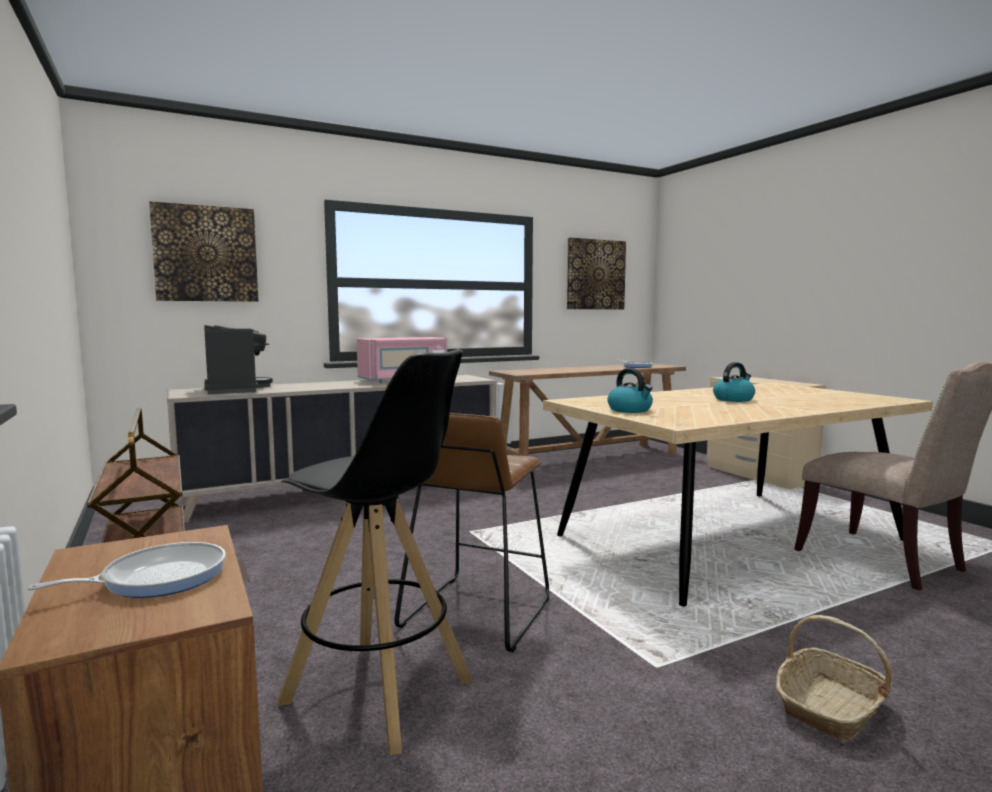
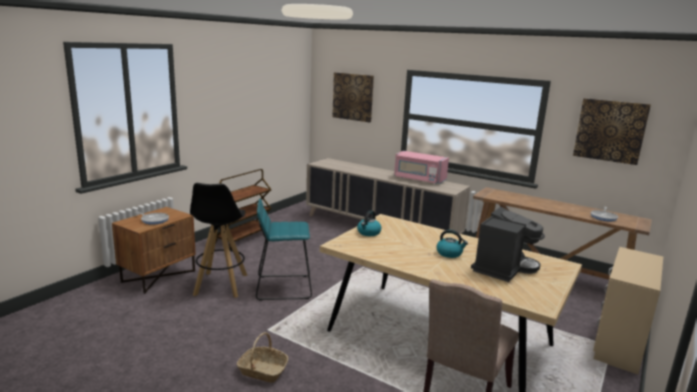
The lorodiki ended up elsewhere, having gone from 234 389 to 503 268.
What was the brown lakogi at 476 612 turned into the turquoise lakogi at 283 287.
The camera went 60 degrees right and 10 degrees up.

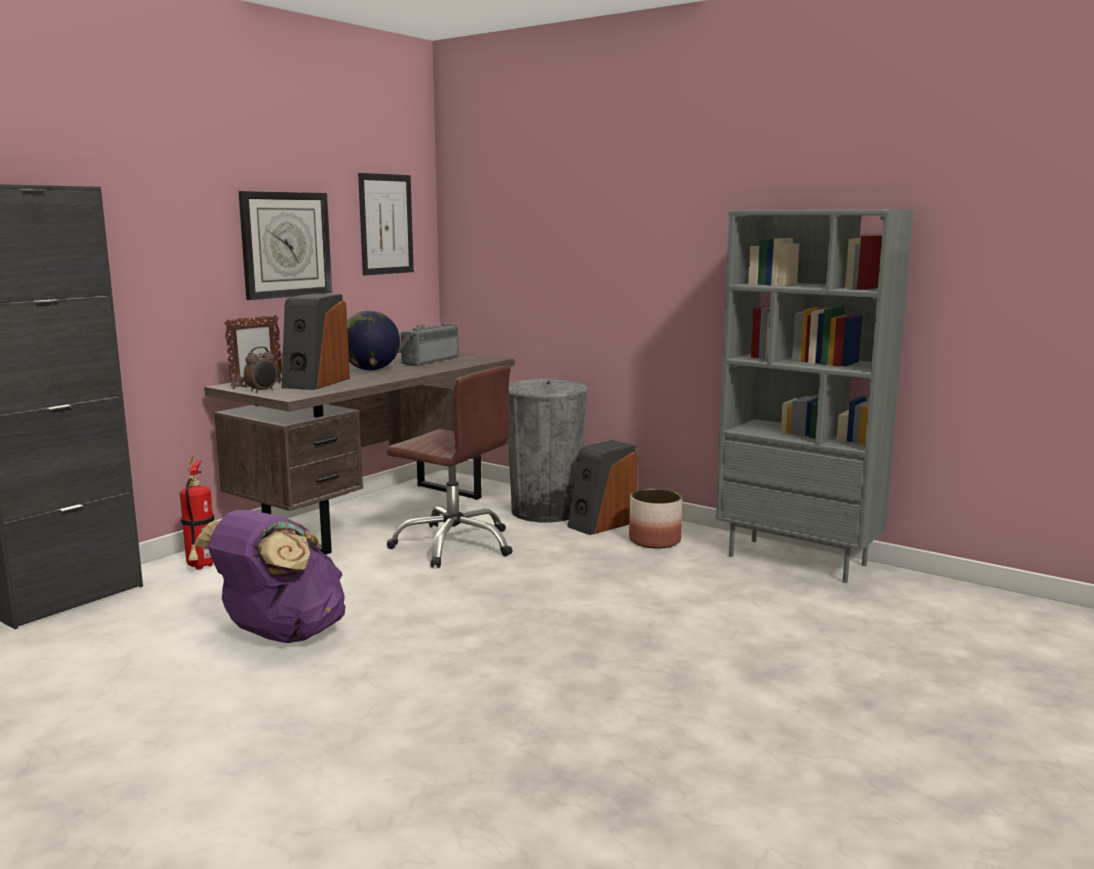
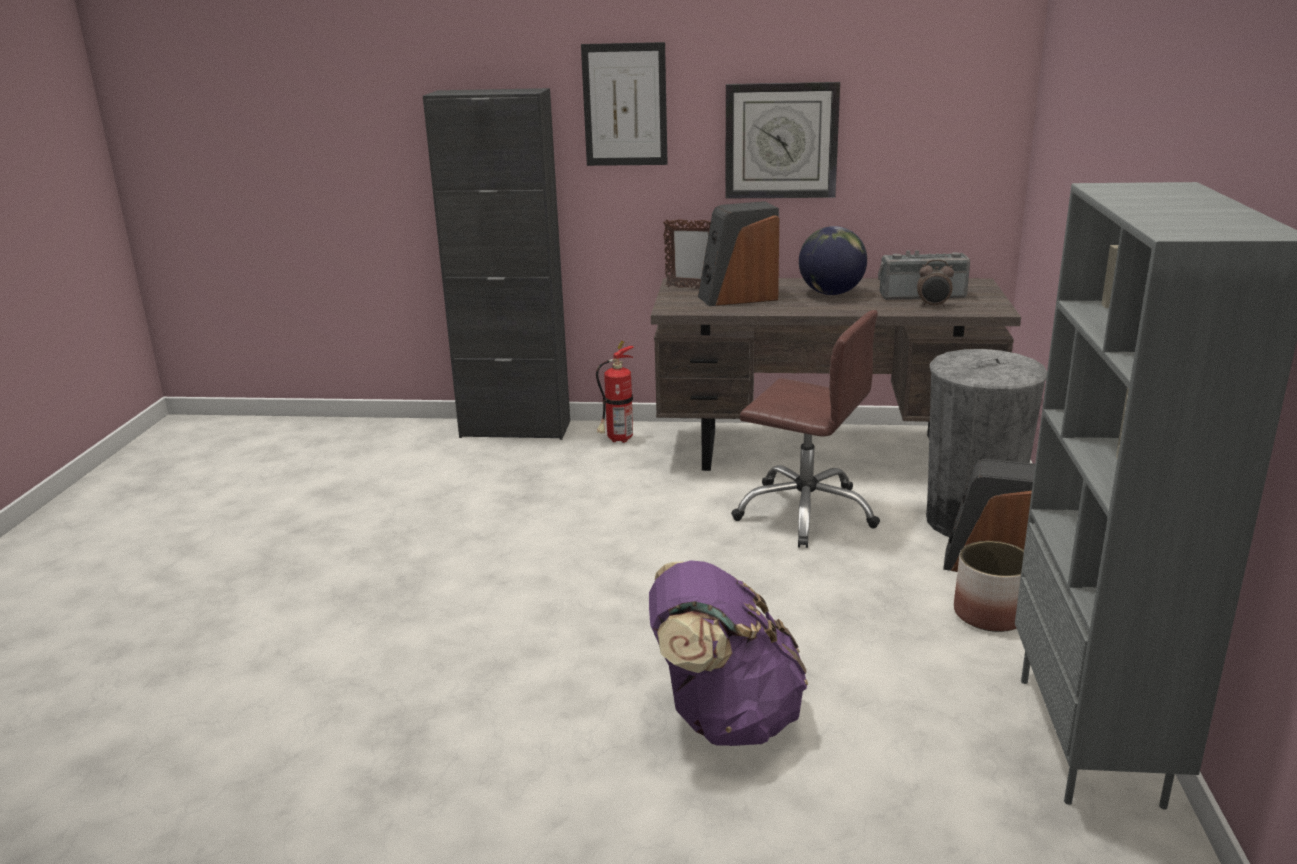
The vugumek ended up elsewhere, having gone from 386 224 to 625 105.
The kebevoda ended up elsewhere, having gone from 262 391 to 933 306.
The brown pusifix at 454 544 ended up facing another way, 60 degrees counterclockwise from before.
The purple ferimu ended up elsewhere, having gone from 280 635 to 724 718.
The camera went 60 degrees right and 10 degrees up.

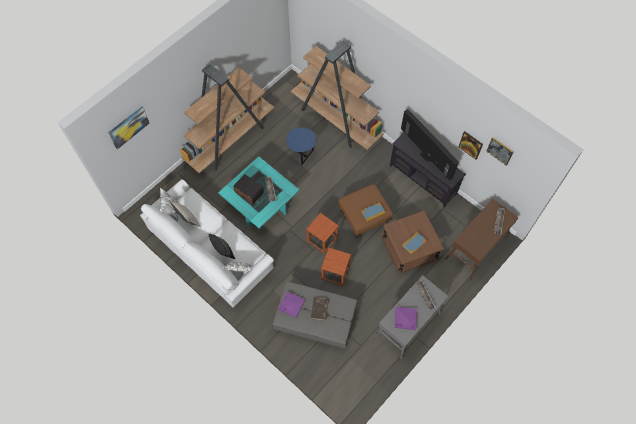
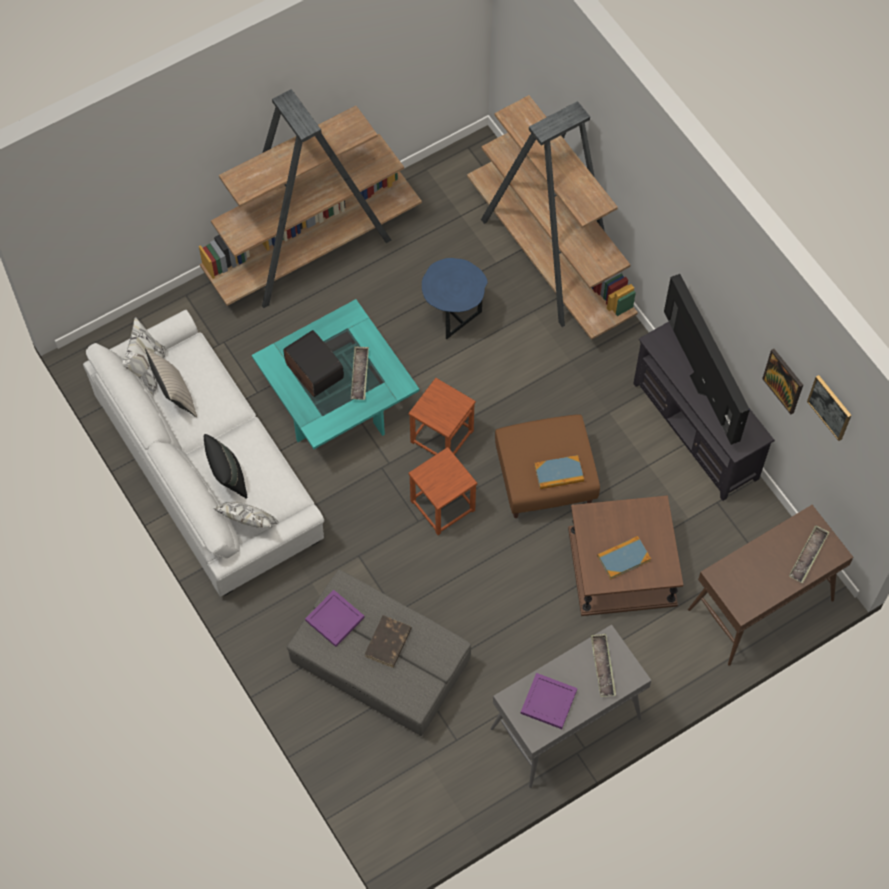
The second view lost the vugumek at 128 127.
The brown lakogi ended up elsewhere, having gone from 335 272 to 441 436.
The camera went 15 degrees right and 0 degrees up.

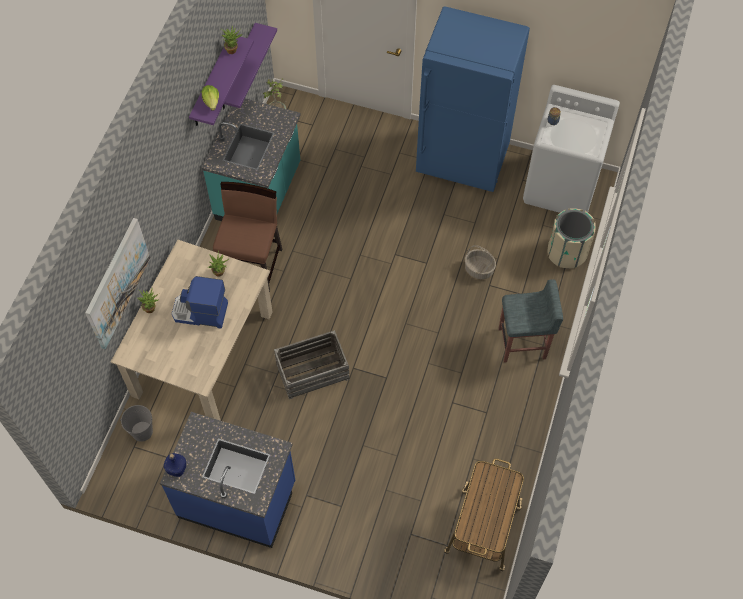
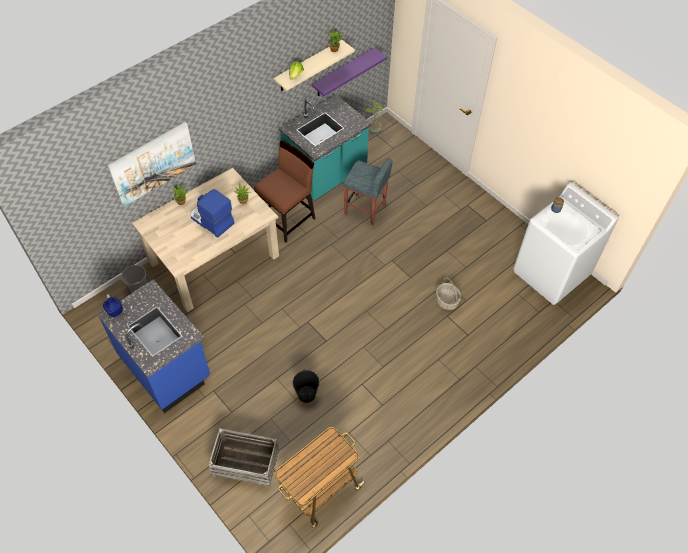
The second view lost the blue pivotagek at 462 162.
What was the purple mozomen at 211 83 turned into the beige mozomen at 308 66.
The second view lost the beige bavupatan at 567 253.
The grey lakogi ended up elsewhere, having gone from 523 343 to 365 210.
The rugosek ended up elsewhere, having gone from 312 372 to 245 463.
The second view gained the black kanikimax at 306 394.
The camera went 30 degrees right and 5 degrees down.

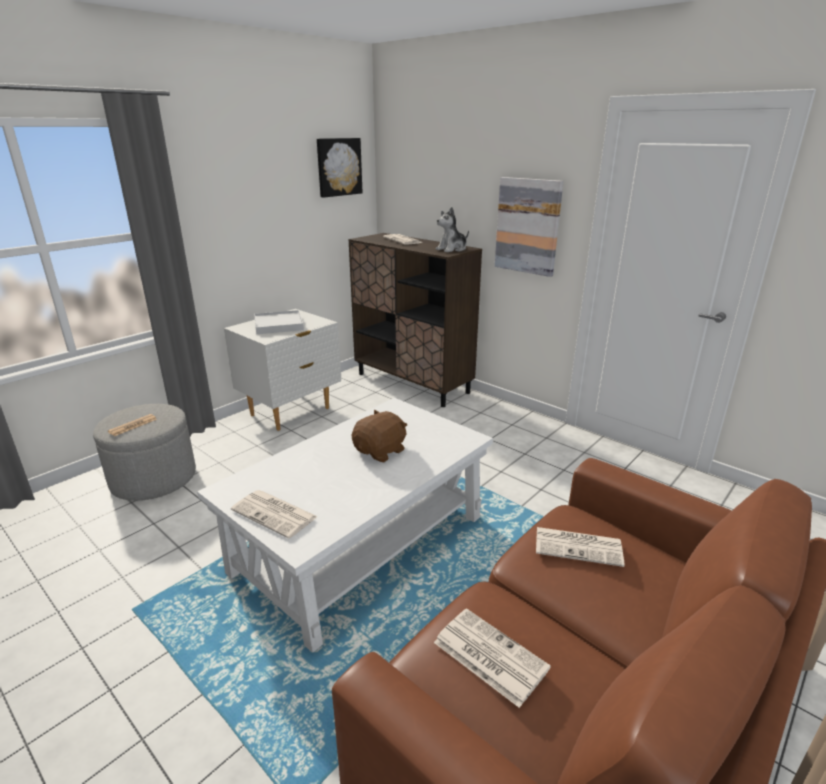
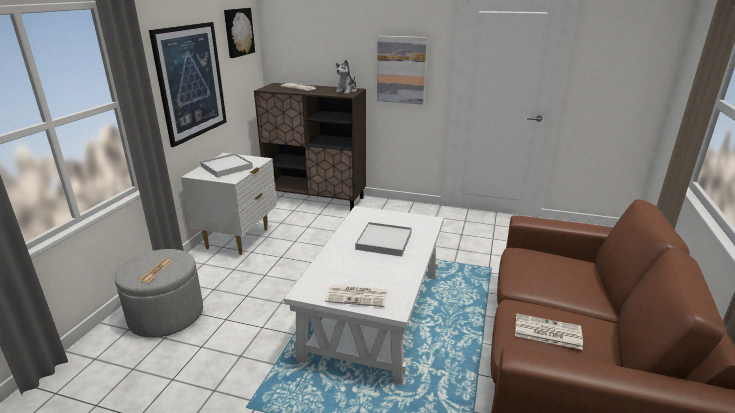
Where the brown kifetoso stood at 381 451, the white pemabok came to stand at 384 241.
The second view lost the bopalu at 579 546.
The second view gained the vugumek at 191 82.
The camera went 25 degrees left and 0 degrees up.

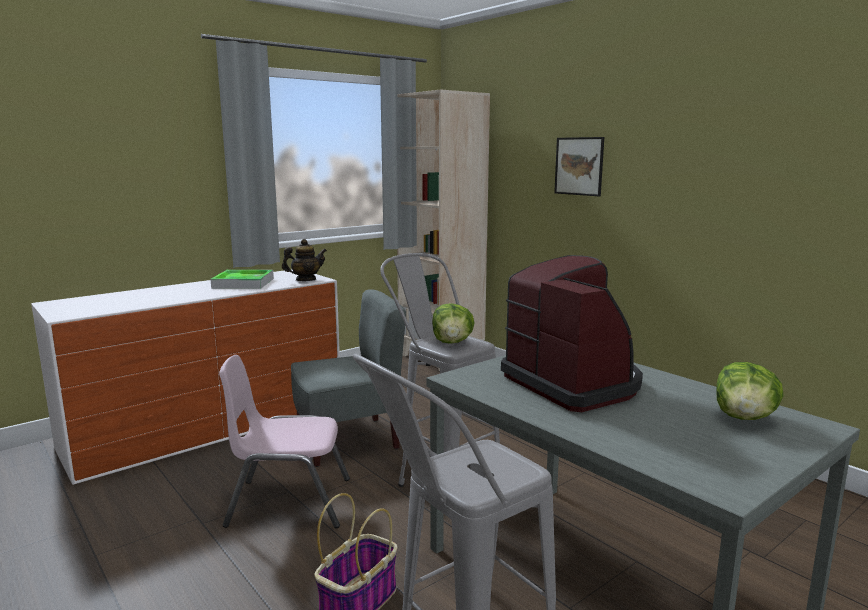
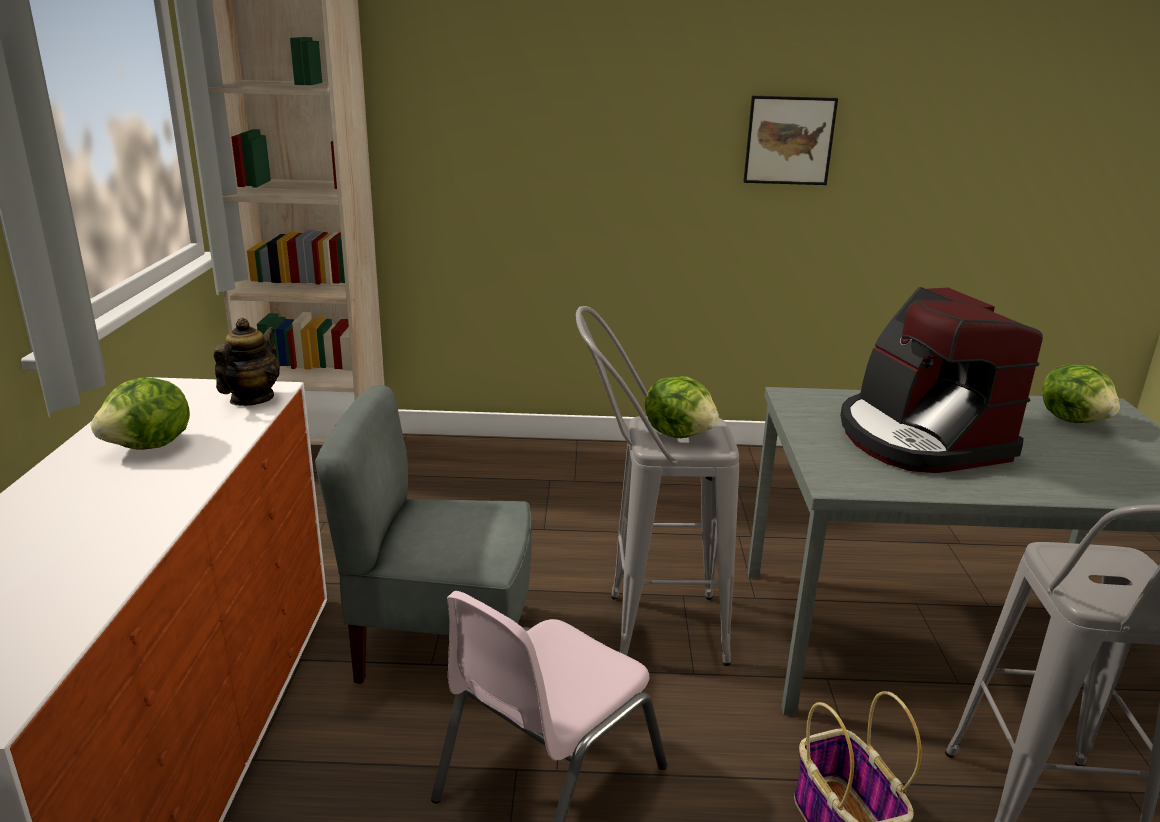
The vugumek ended up elsewhere, having gone from 579 166 to 789 140.
The lorodiki at 573 383 ended up facing another way, 120 degrees counterclockwise from before.
Where the pemabok stood at 243 283, the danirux came to stand at 150 446.
The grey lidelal at 348 440 ended up facing another way, 105 degrees counterclockwise from before.
The camera went 50 degrees left and 10 degrees up.

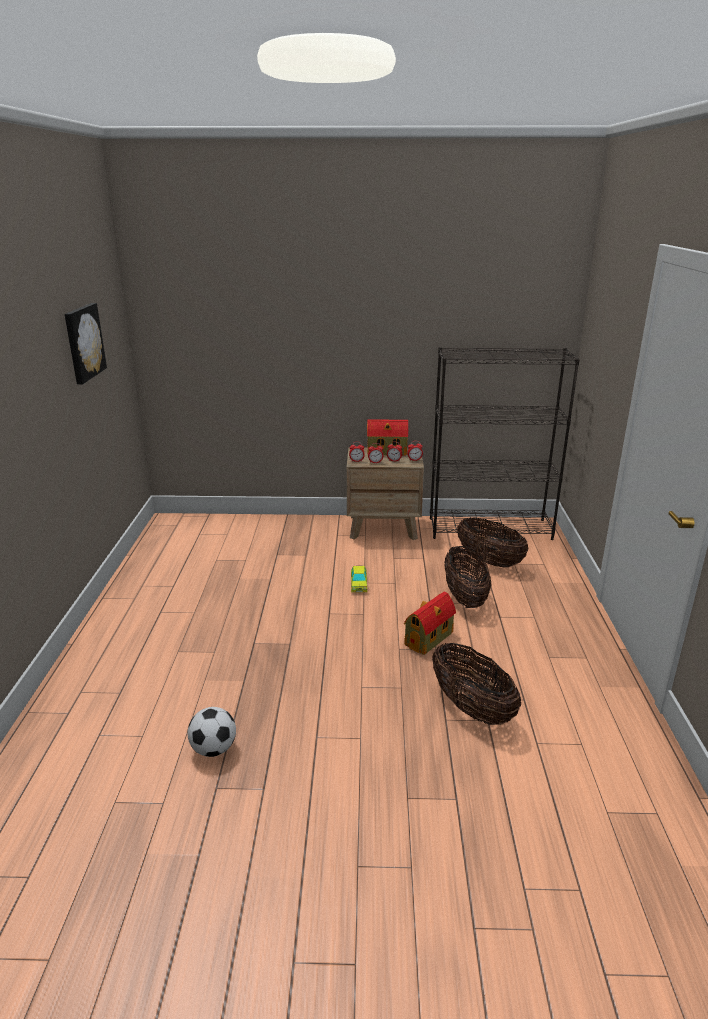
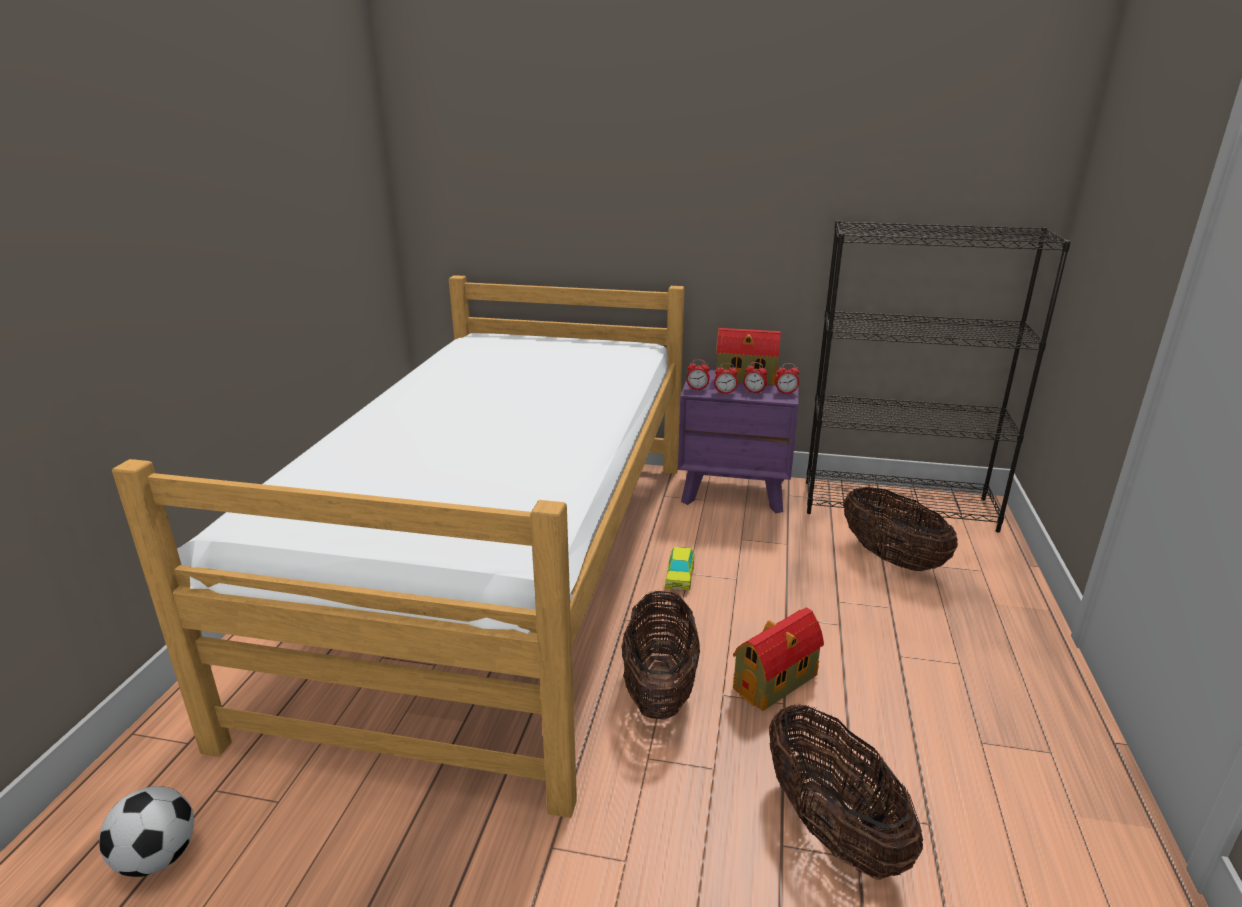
The second view lost the vugumek at 83 342.
What was the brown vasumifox at 383 527 turned into the purple vasumifox at 734 490.
The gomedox ended up elsewhere, having gone from 465 597 to 659 688.
The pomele ended up elsewhere, having gone from 213 749 to 158 858.
The second view gained the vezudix at 505 573.
The camera went 10 degrees right and 0 degrees up.

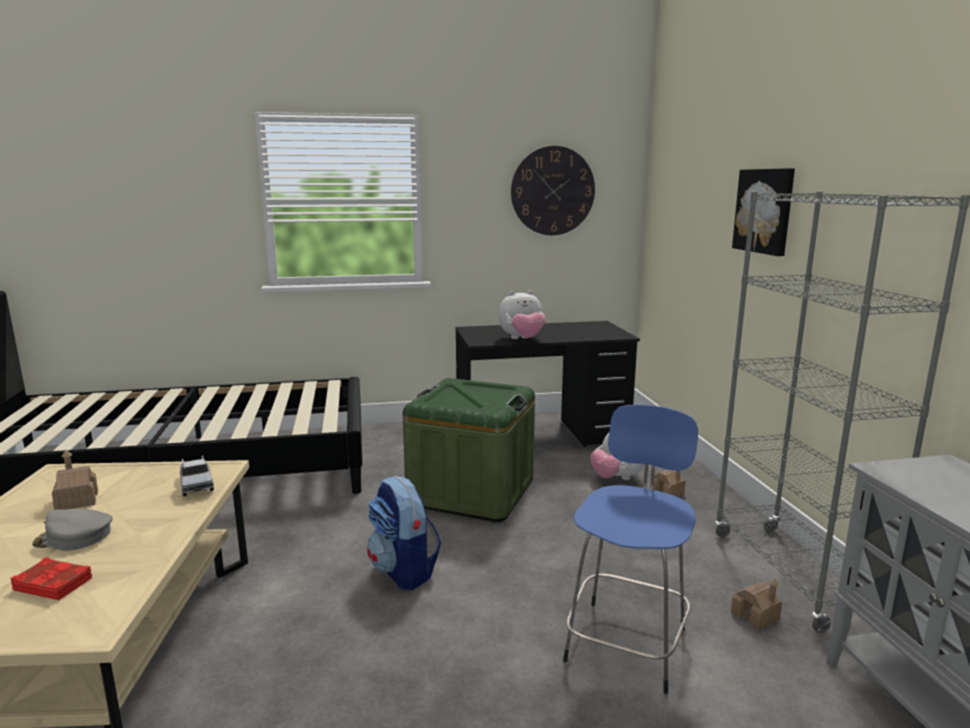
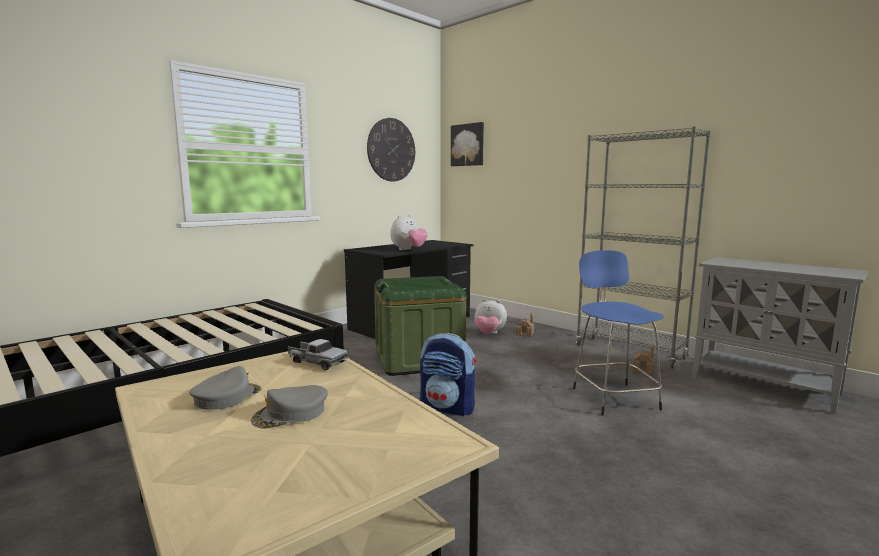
The vugumek ended up elsewhere, having gone from 765 211 to 468 145.
Where the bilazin stood at 77 501, the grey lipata came to stand at 227 397.
The second view lost the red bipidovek at 54 584.
The camera went 35 degrees left and 5 degrees down.

